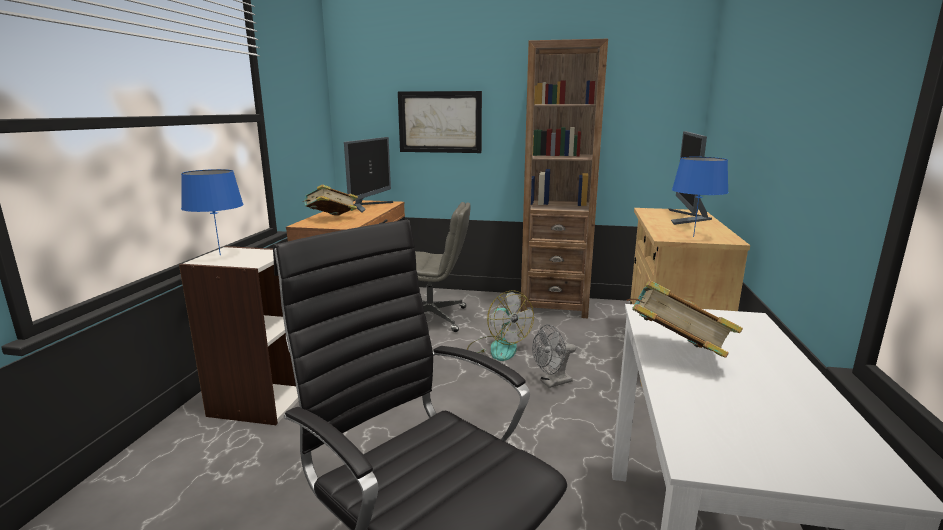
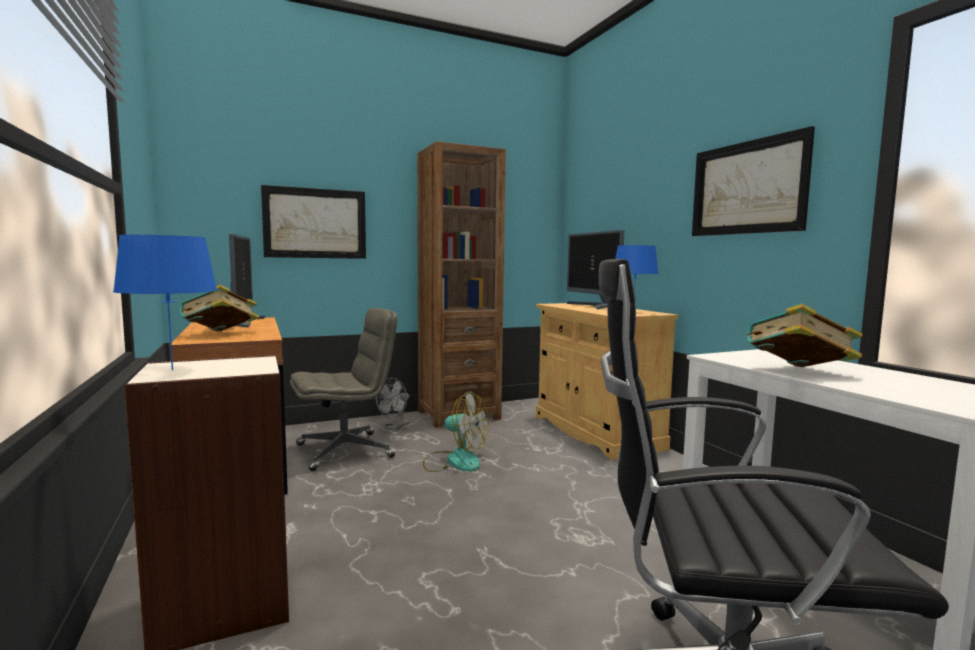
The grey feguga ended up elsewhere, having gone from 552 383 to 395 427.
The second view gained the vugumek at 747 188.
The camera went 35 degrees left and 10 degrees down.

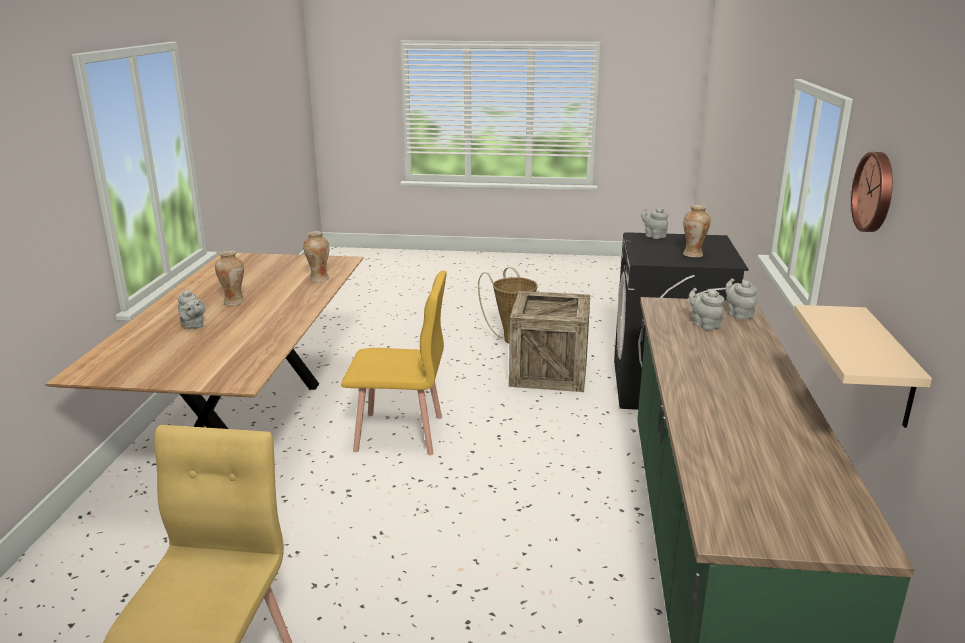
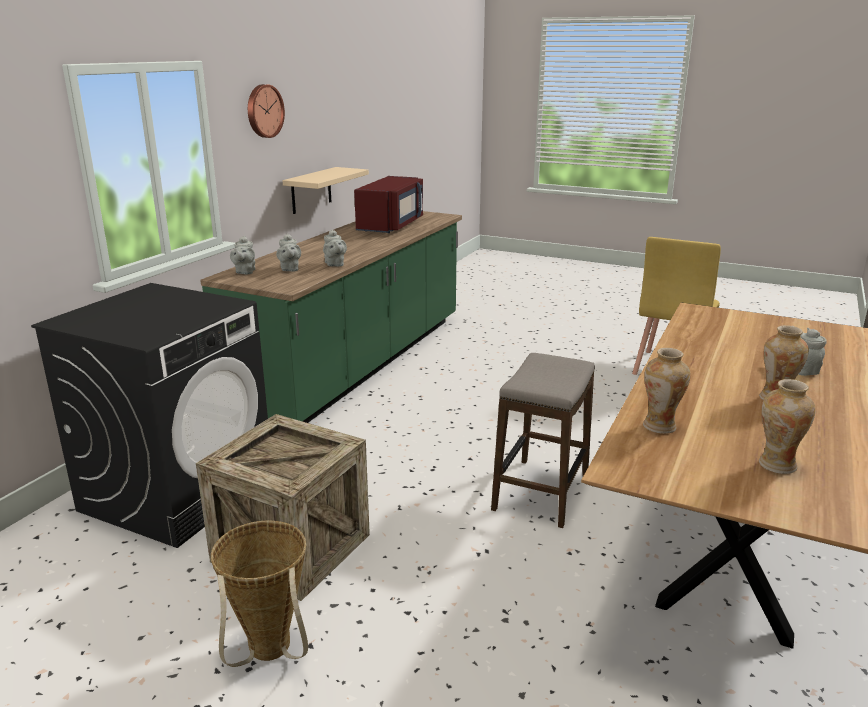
The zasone ended up elsewhere, having gone from 693 254 to 777 465.
The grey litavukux ended up elsewhere, having gone from 653 236 to 334 264.
Where the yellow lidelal stood at 400 434, the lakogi came to stand at 540 492.
The second view gained the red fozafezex at 392 225.
The camera went 160 degrees left and 0 degrees up.

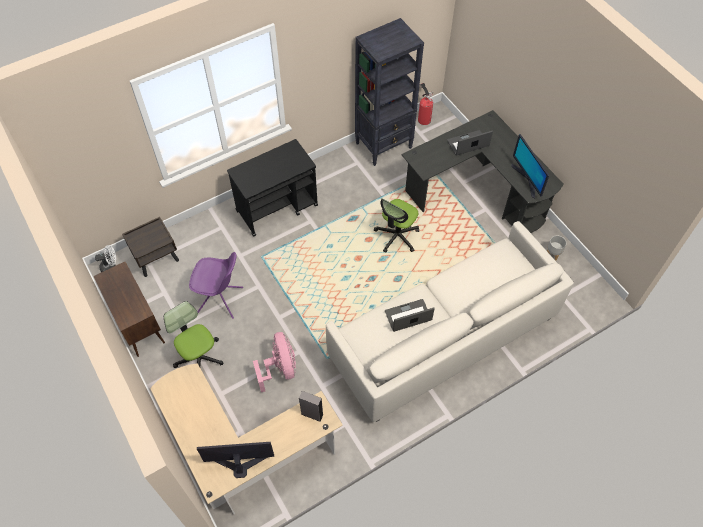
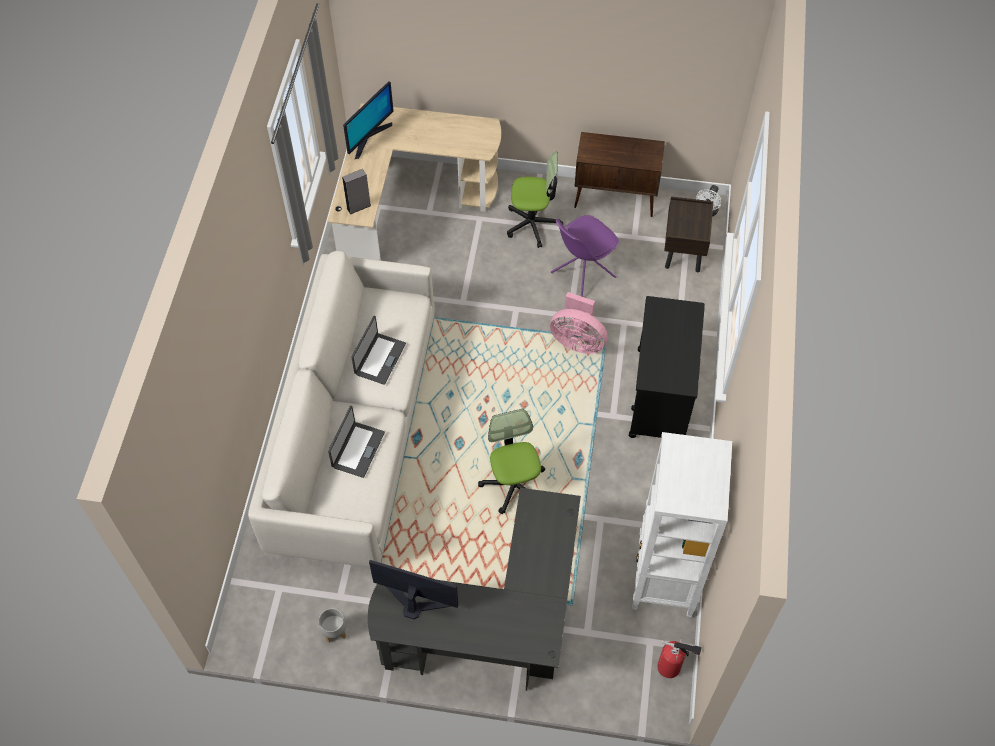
What was the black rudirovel at 384 145 turned into the white rudirovel at 664 579.
The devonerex ended up elsewhere, having gone from 468 144 to 357 449.
The pink feguga ended up elsewhere, having gone from 280 368 to 577 341.
The camera went 130 degrees right and 0 degrees up.

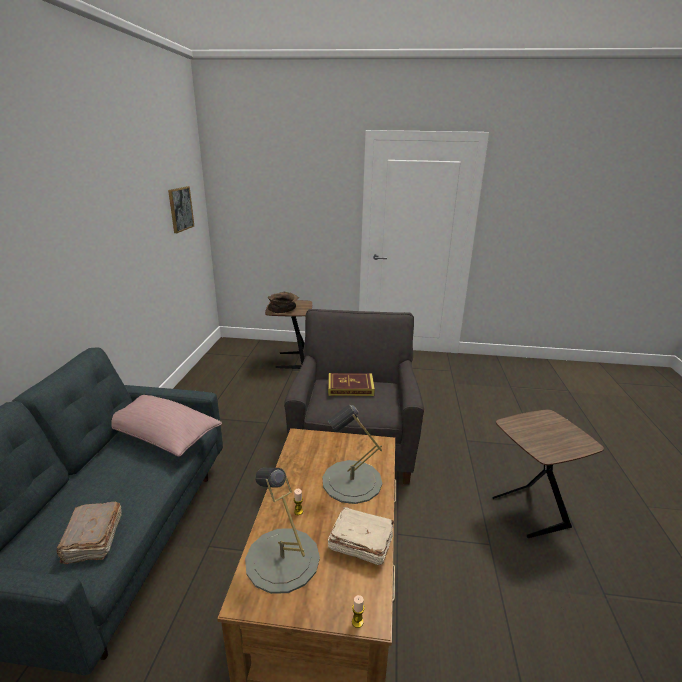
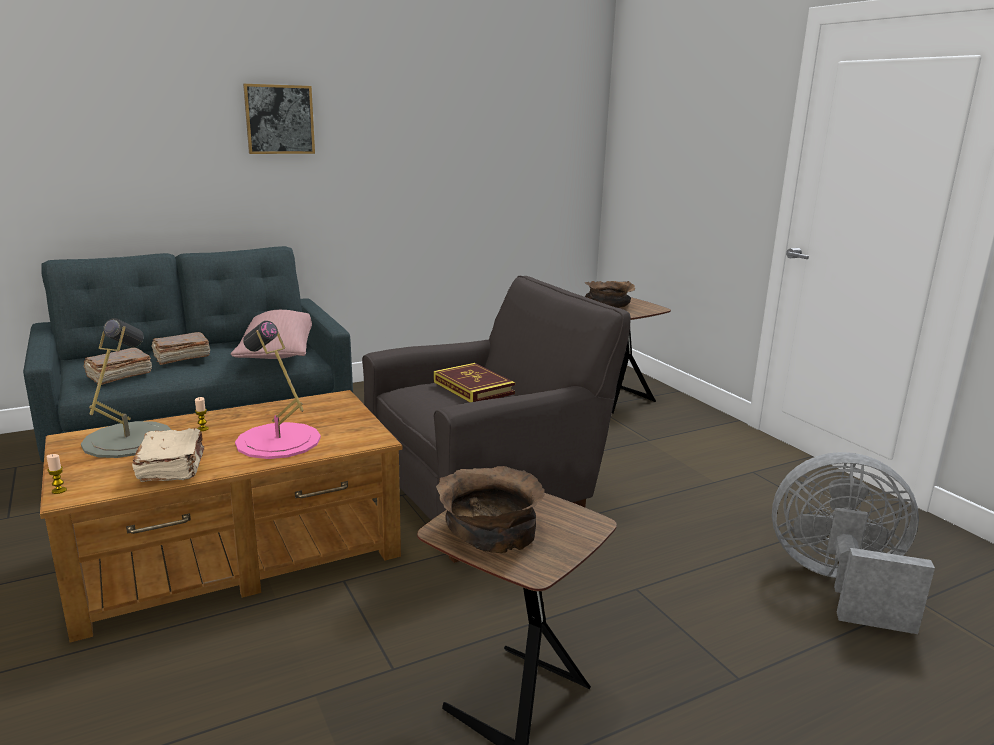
The vugumek ended up elsewhere, having gone from 180 209 to 279 119.
What was the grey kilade at 352 481 turned into the pink kilade at 278 440.
The second view gained the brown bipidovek at 181 357.
The second view gained the grey feguga at 839 584.
The second view gained the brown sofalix at 491 528.
The camera went 55 degrees right and 5 degrees down.

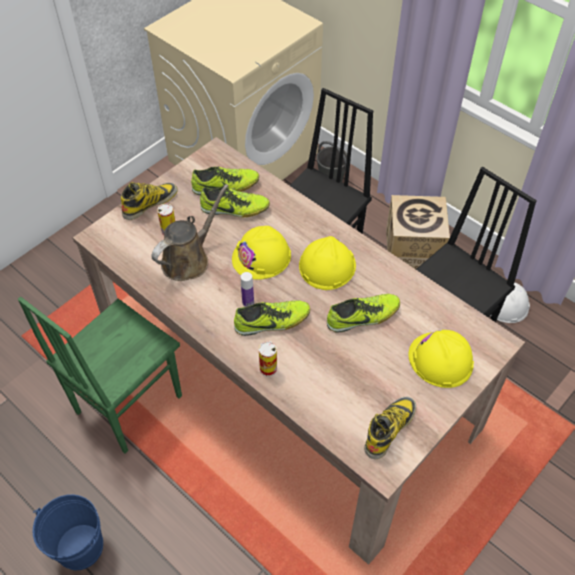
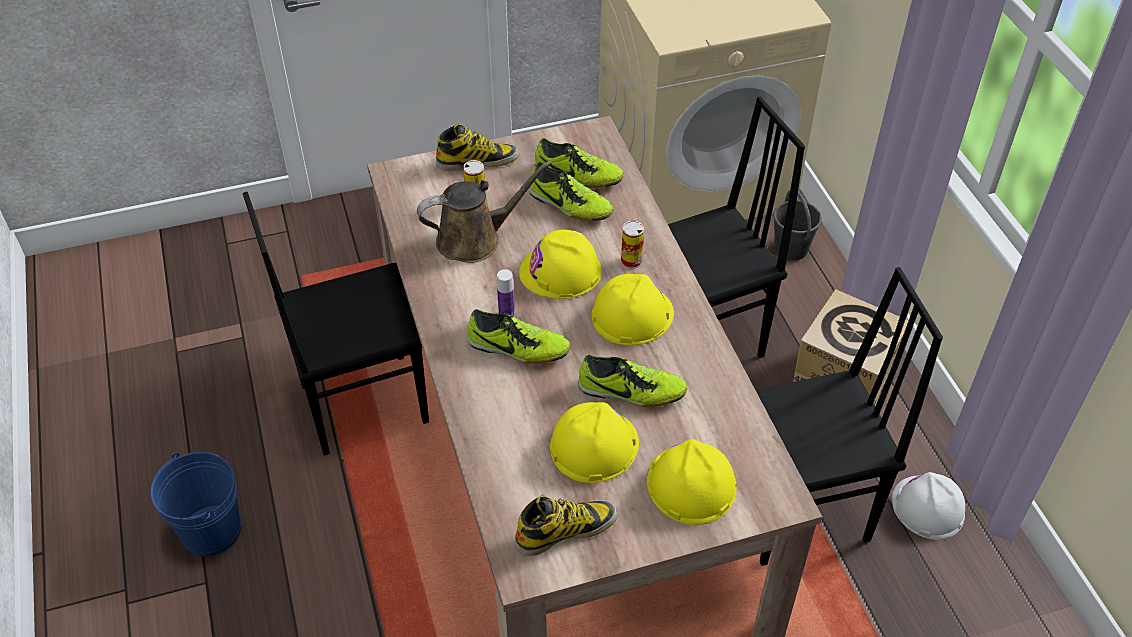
What was the green lidelal at 127 404 turned into the black lidelal at 362 403.
The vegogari ended up elsewhere, having gone from 268 368 to 631 261.
The second view gained the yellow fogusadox at 593 445.
The camera went 30 degrees right and 5 degrees down.

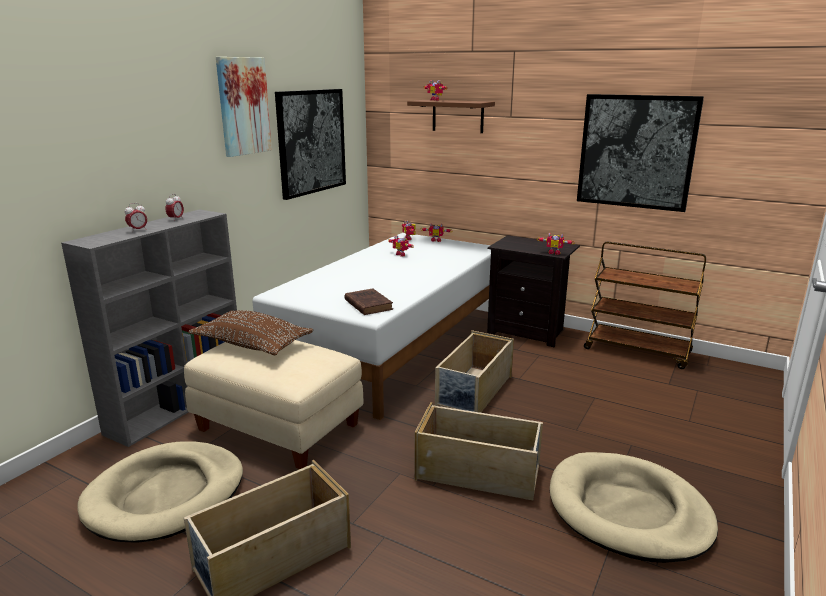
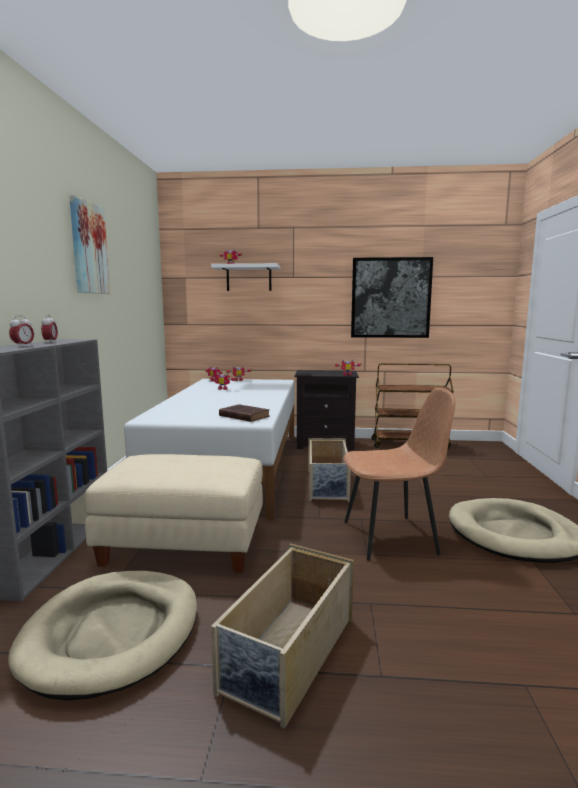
The second view lost the vugumek at 311 142.
What was the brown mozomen at 457 116 turned into the white mozomen at 249 278.
The second view lost the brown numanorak at 252 344.
Where the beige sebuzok stood at 479 473, the brown lidelal came to stand at 392 537.
The camera went 25 degrees left and 10 degrees down.

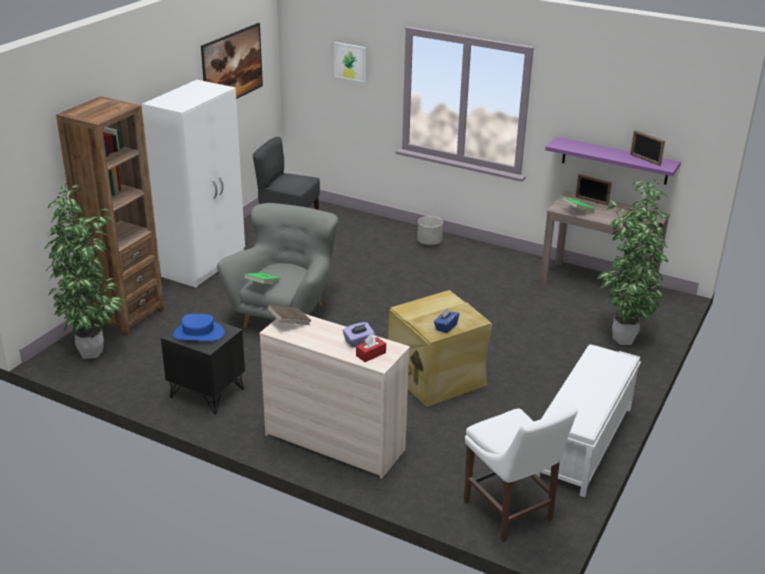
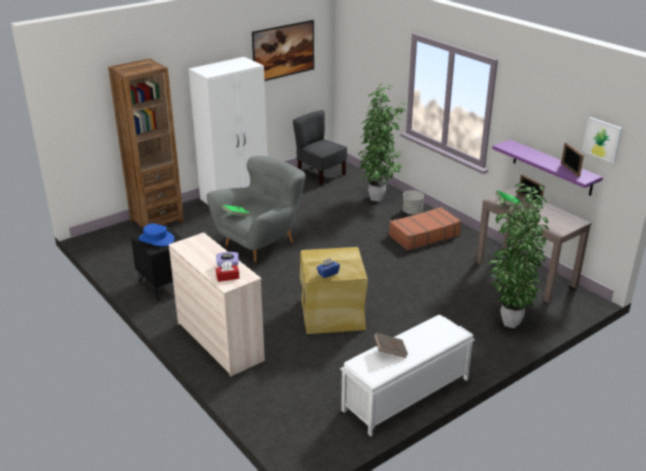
The vugumek ended up elsewhere, having gone from 350 61 to 602 139.
The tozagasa ended up elsewhere, having gone from 94 353 to 378 198.
The brown bipidovek ended up elsewhere, having gone from 289 323 to 390 351.
The second view lost the white lidelal at 510 513.
The second view gained the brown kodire at 423 235.
The camera went 25 degrees right and 0 degrees up.

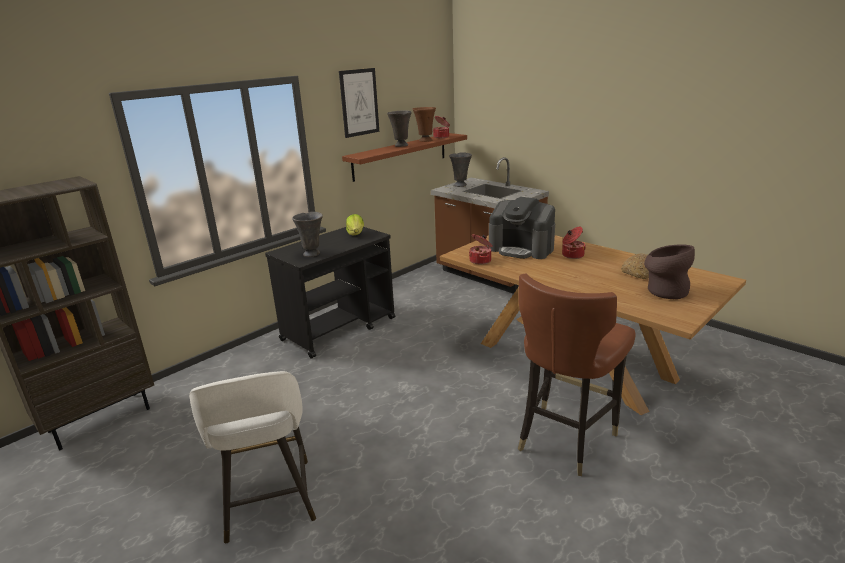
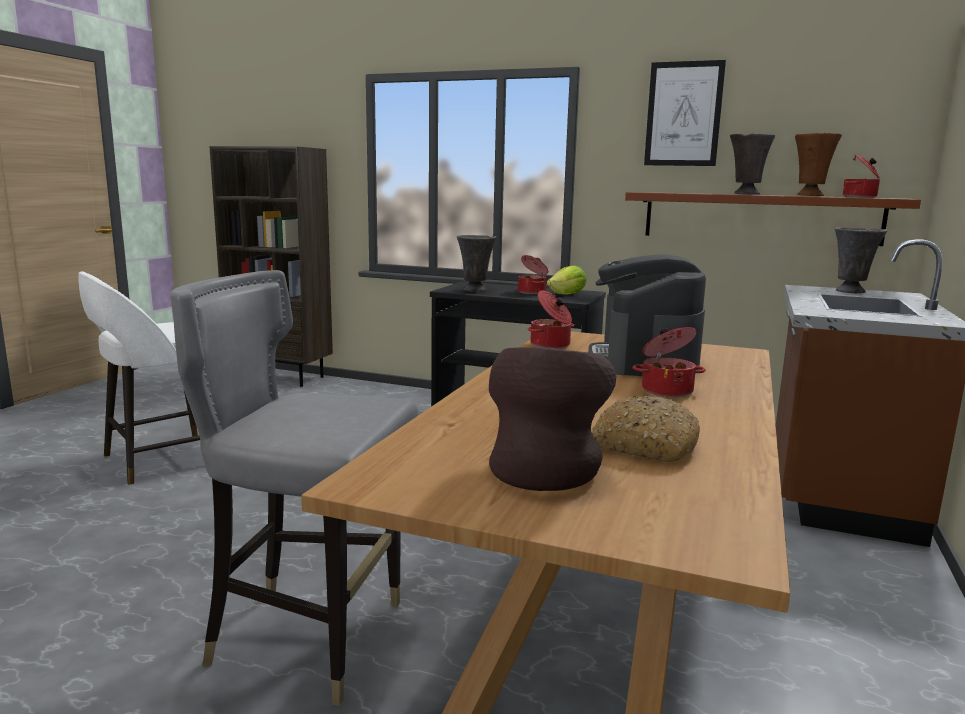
What was the brown lidelal at 564 438 turned into the grey lidelal at 310 638.
The second view gained the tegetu at 532 292.
The camera went 65 degrees right and 10 degrees down.

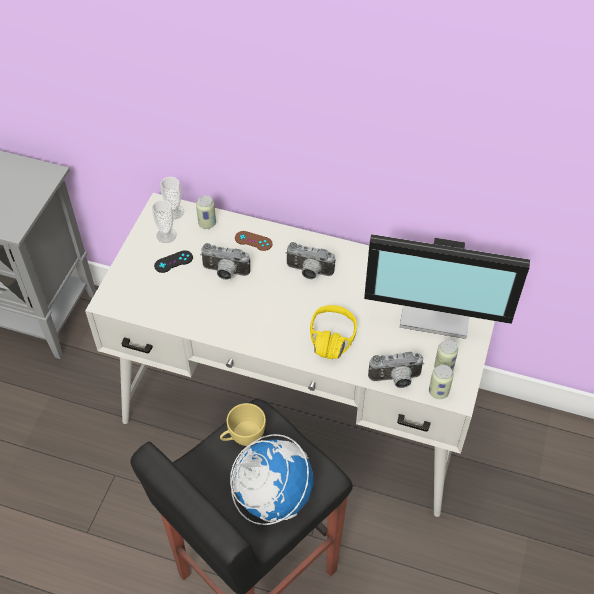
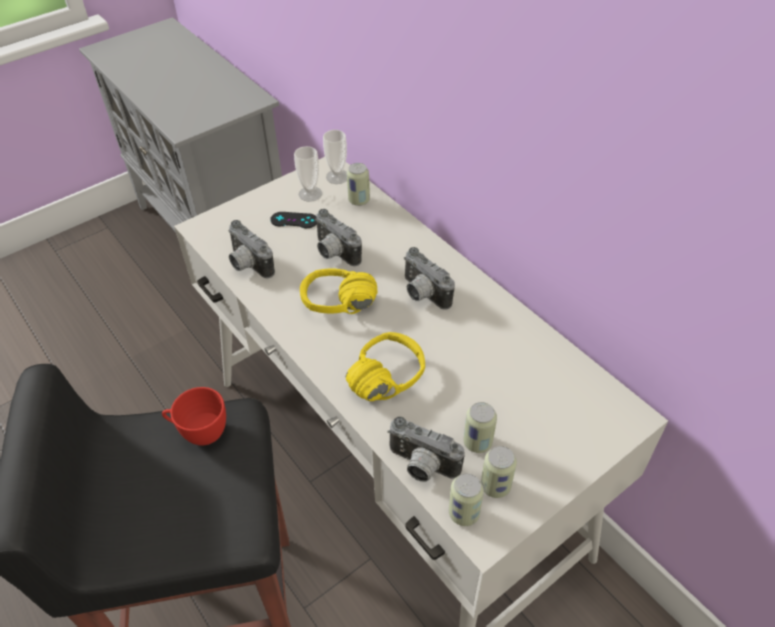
The second view lost the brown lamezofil at 253 241.
The second view lost the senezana at 437 310.
What was the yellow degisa at 243 438 turned into the red degisa at 199 432.
The second view lost the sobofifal at 272 497.
The second view gained the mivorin at 247 265.
The second view gained the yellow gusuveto at 338 310.
The second view gained the vegogari at 477 442.
The camera went 35 degrees right and 5 degrees down.

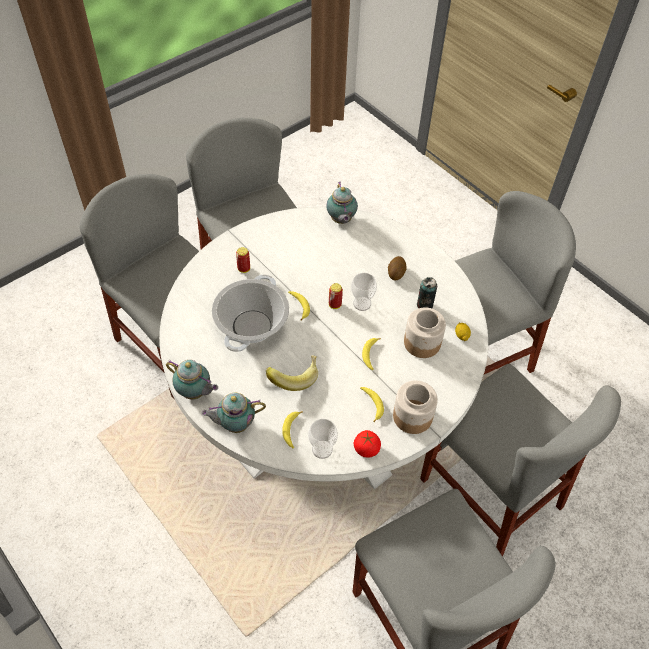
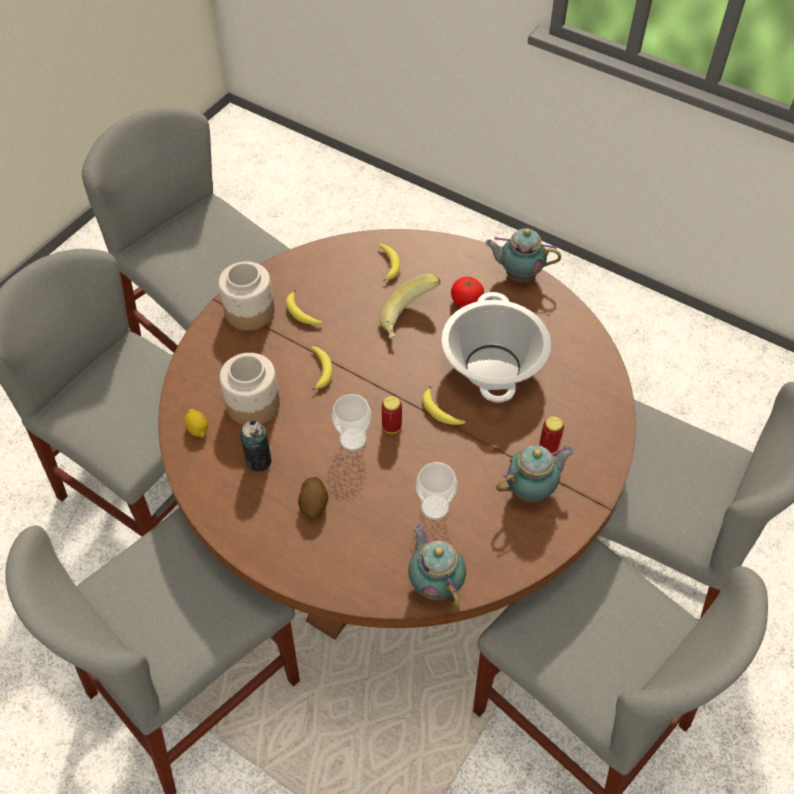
What was the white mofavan at 320 416 turned into the brown mofavan at 397 527.
The litavukux ended up elsewhere, having gone from 235 424 to 532 490.
The degisa ended up elsewhere, having gone from 322 449 to 435 507.
The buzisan ended up elsewhere, having gone from 366 449 to 466 301.
The camera went 165 degrees right and 0 degrees up.

